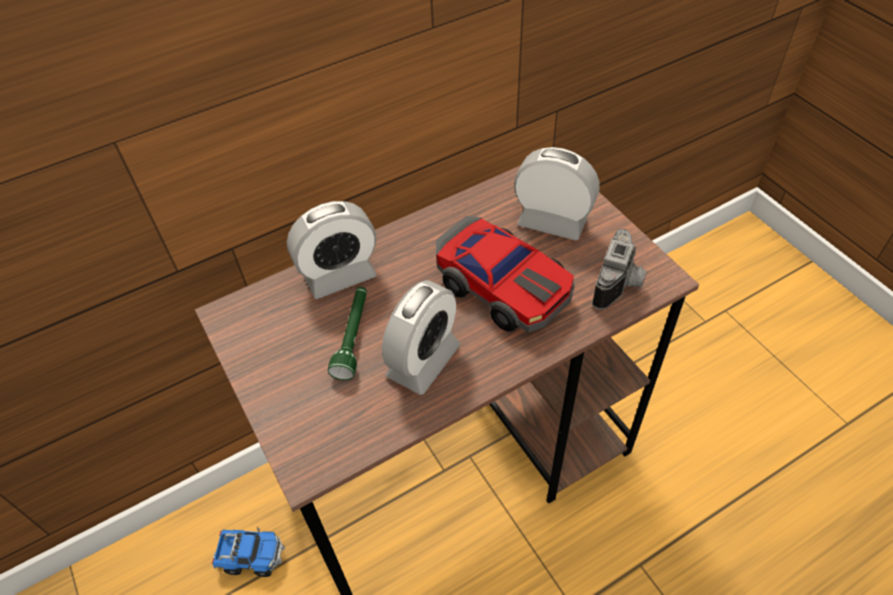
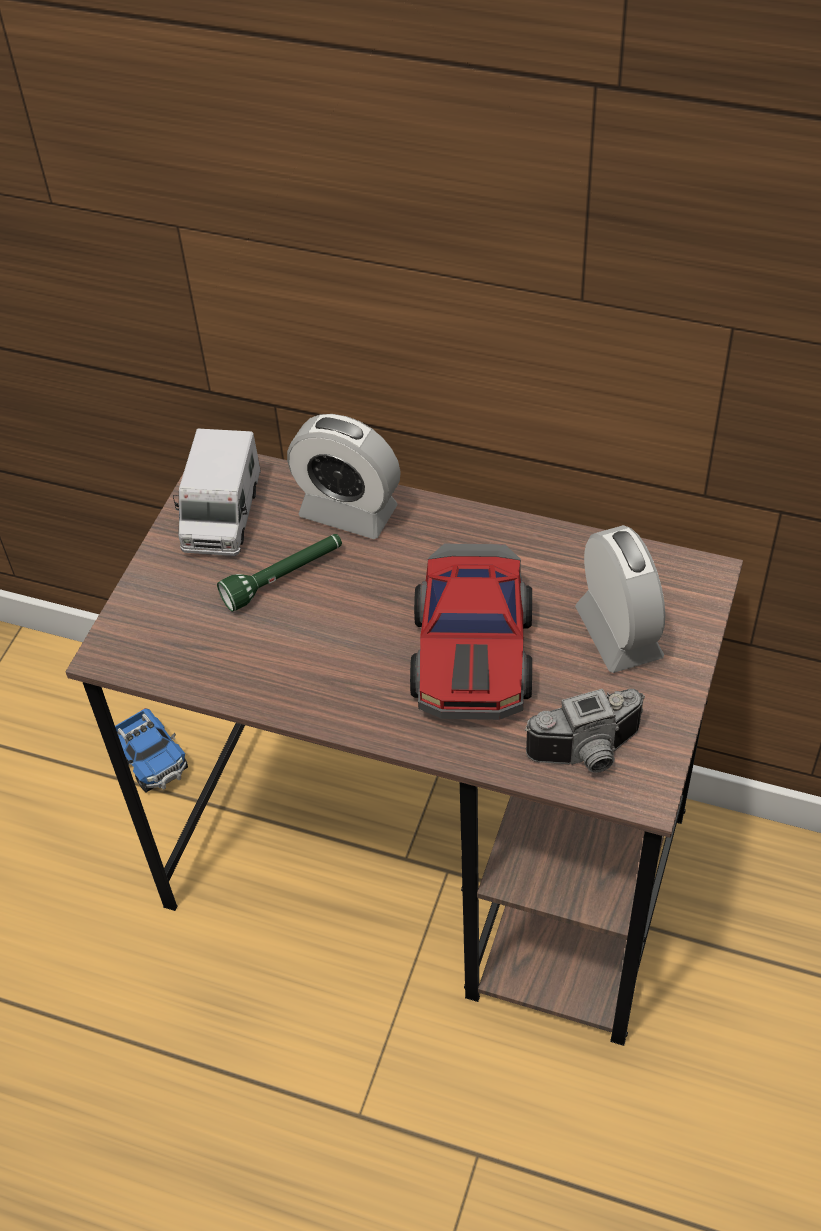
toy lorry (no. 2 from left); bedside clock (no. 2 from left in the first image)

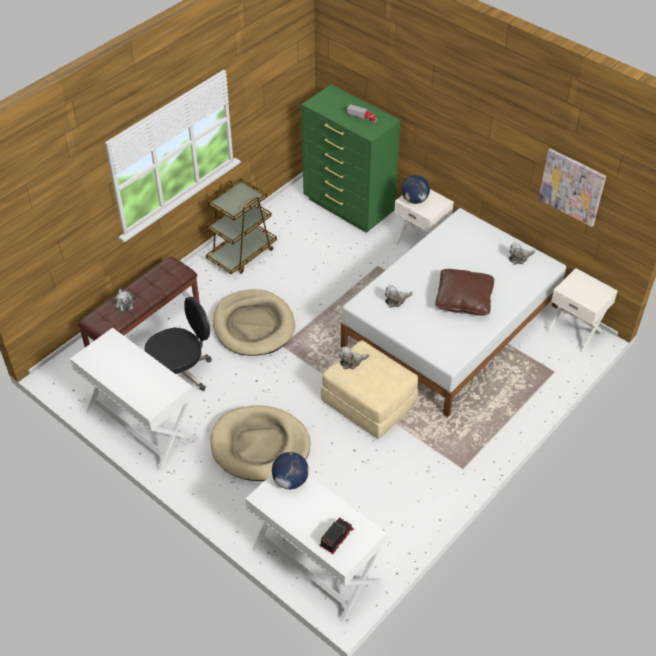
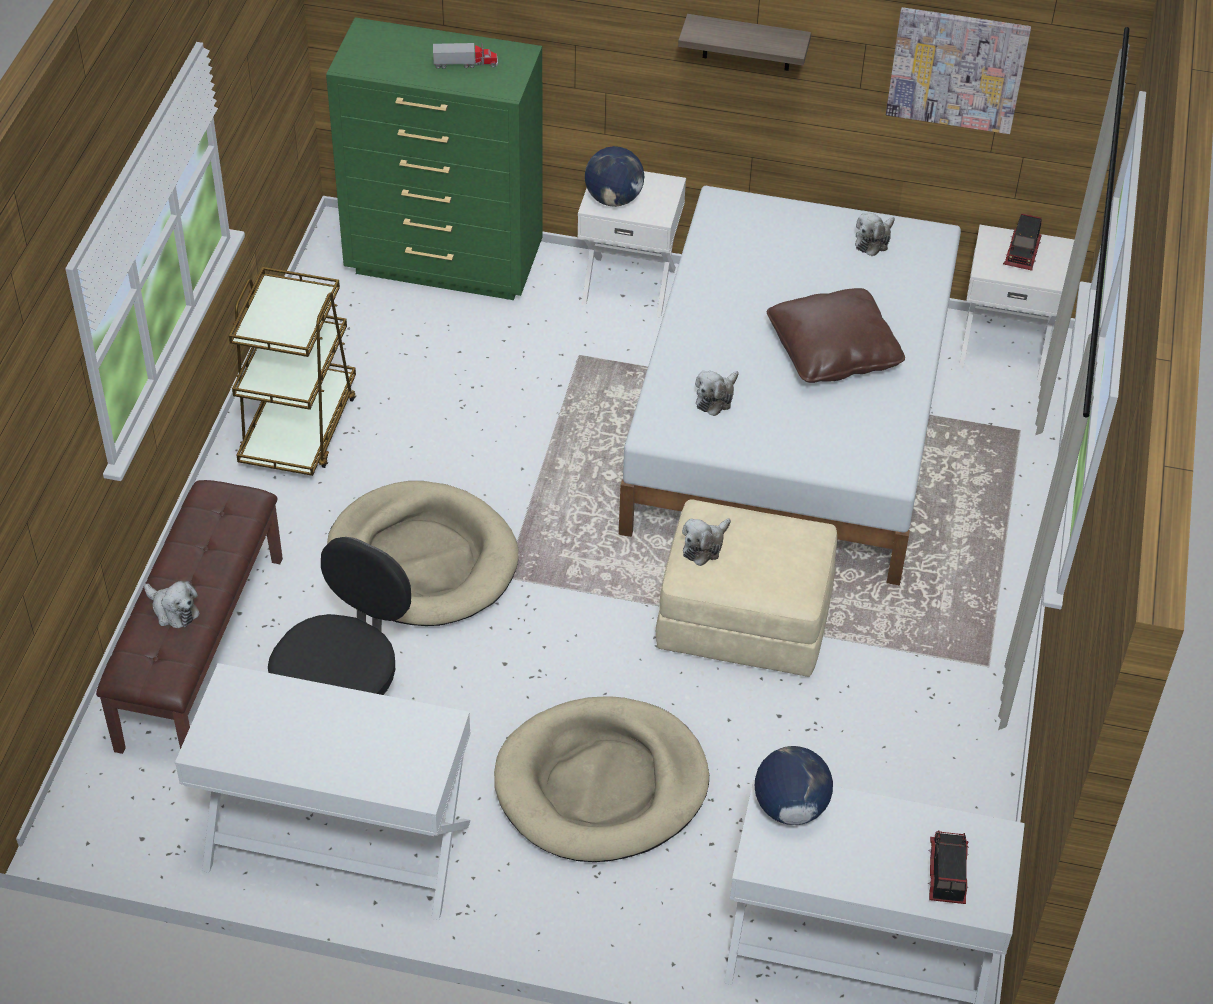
shelf; toy lorry (no. 3 from left)

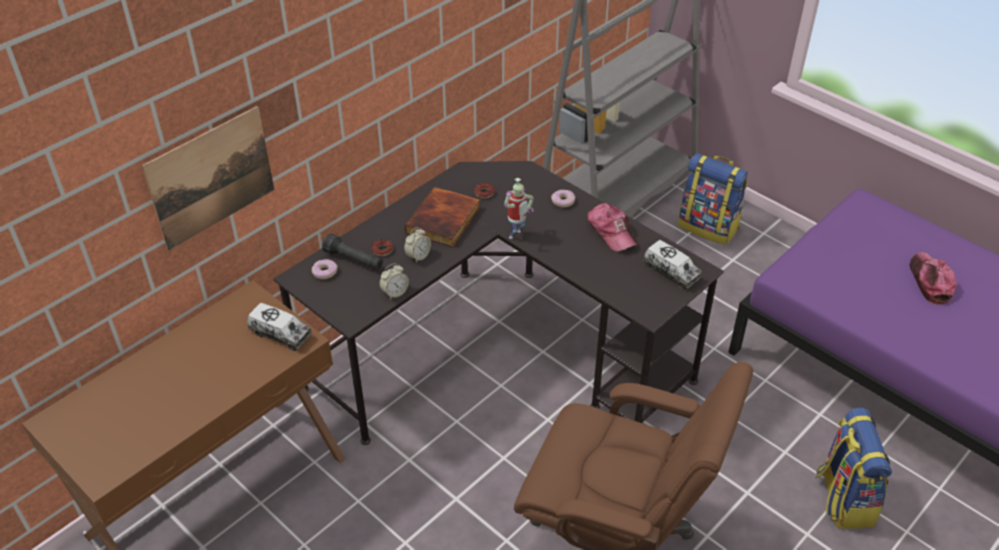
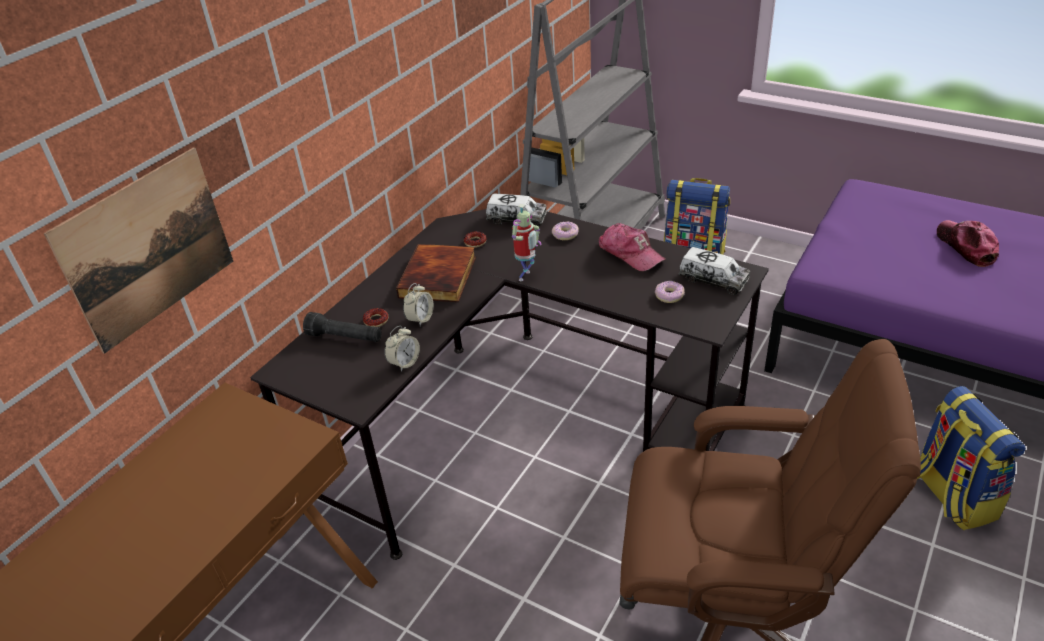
toy lorry (no. 1 from left); donut (no. 4 from left)

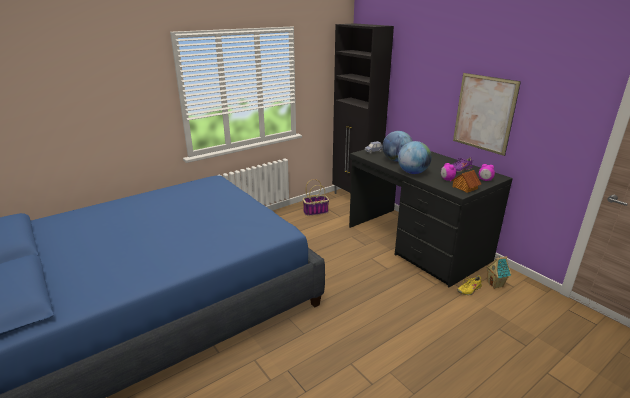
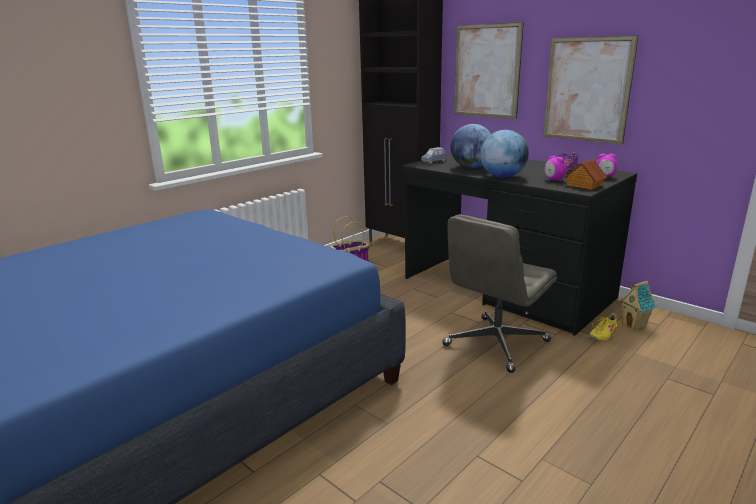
gray office chair; wall art (no. 1 from left)

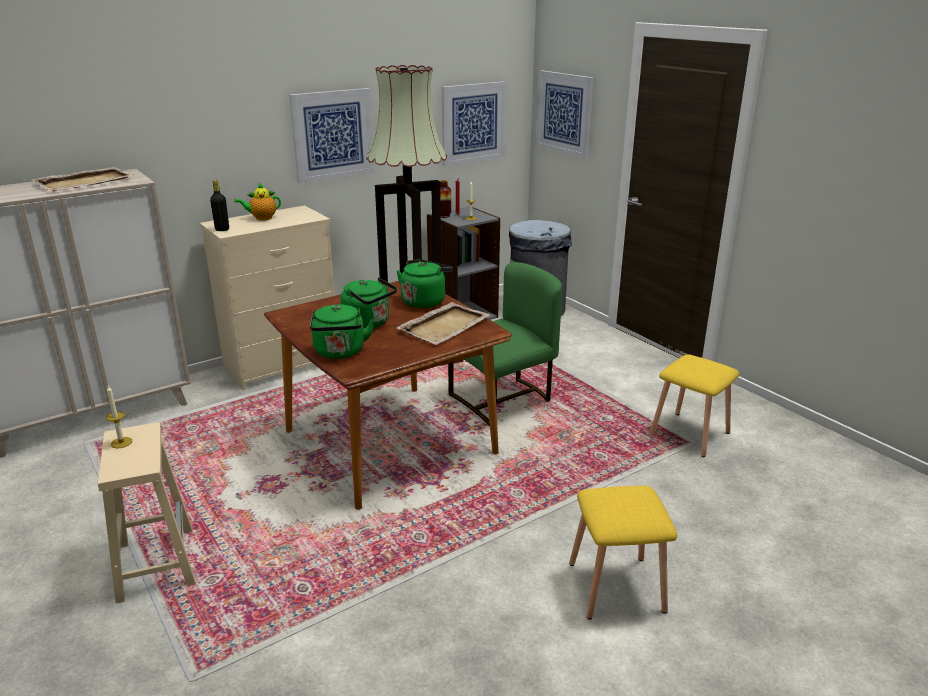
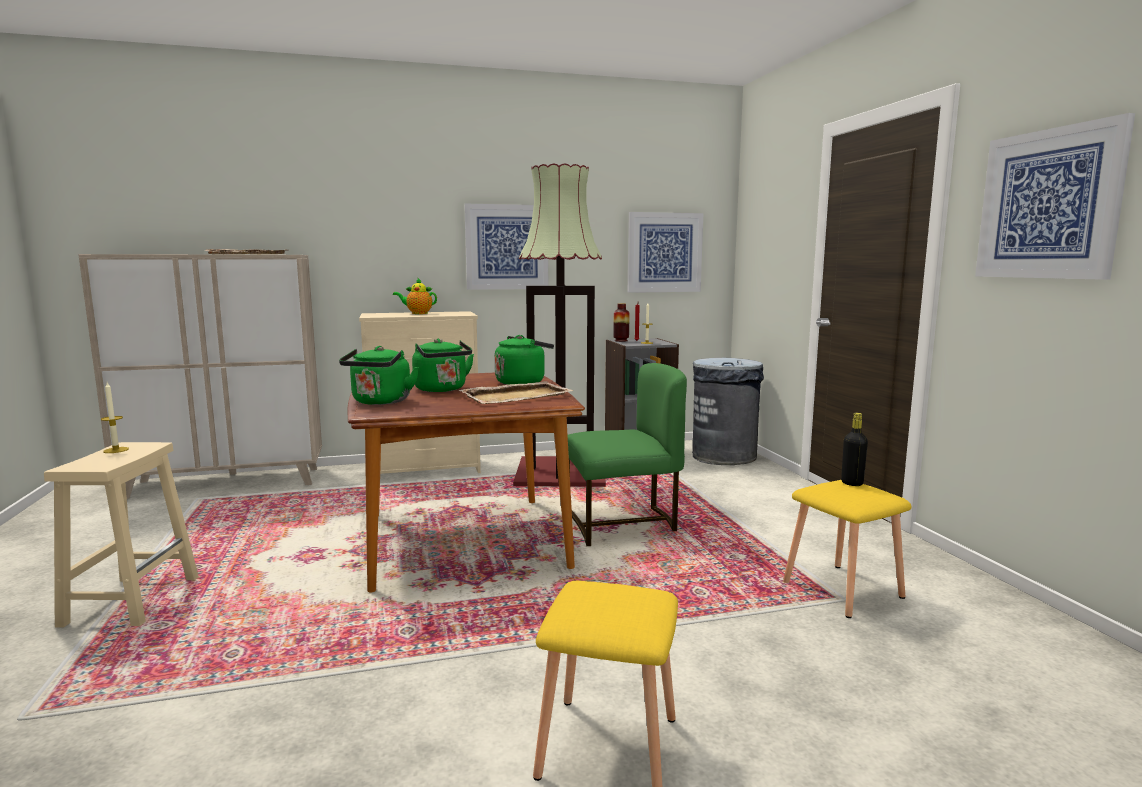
black beverage bottle; wall art (no. 3 from left)

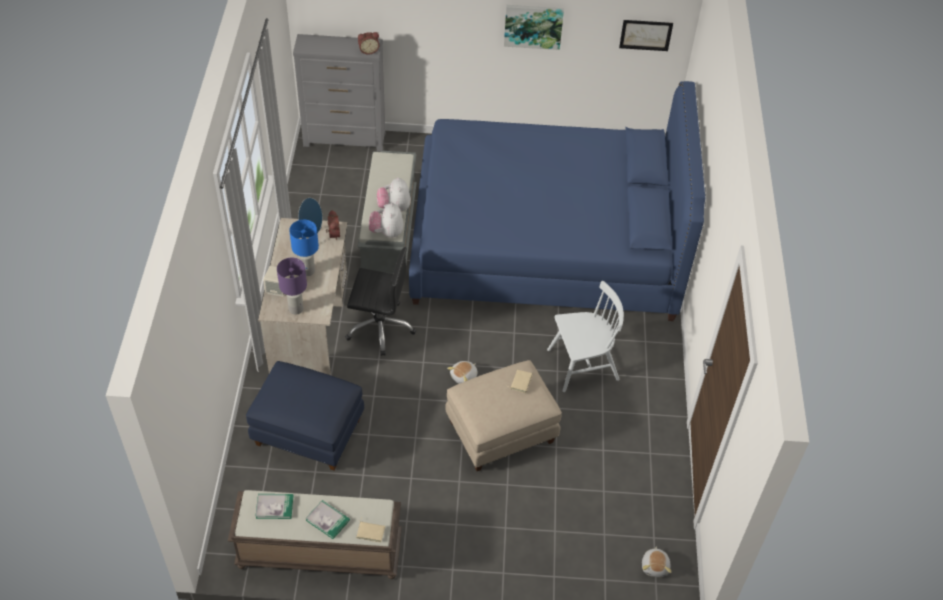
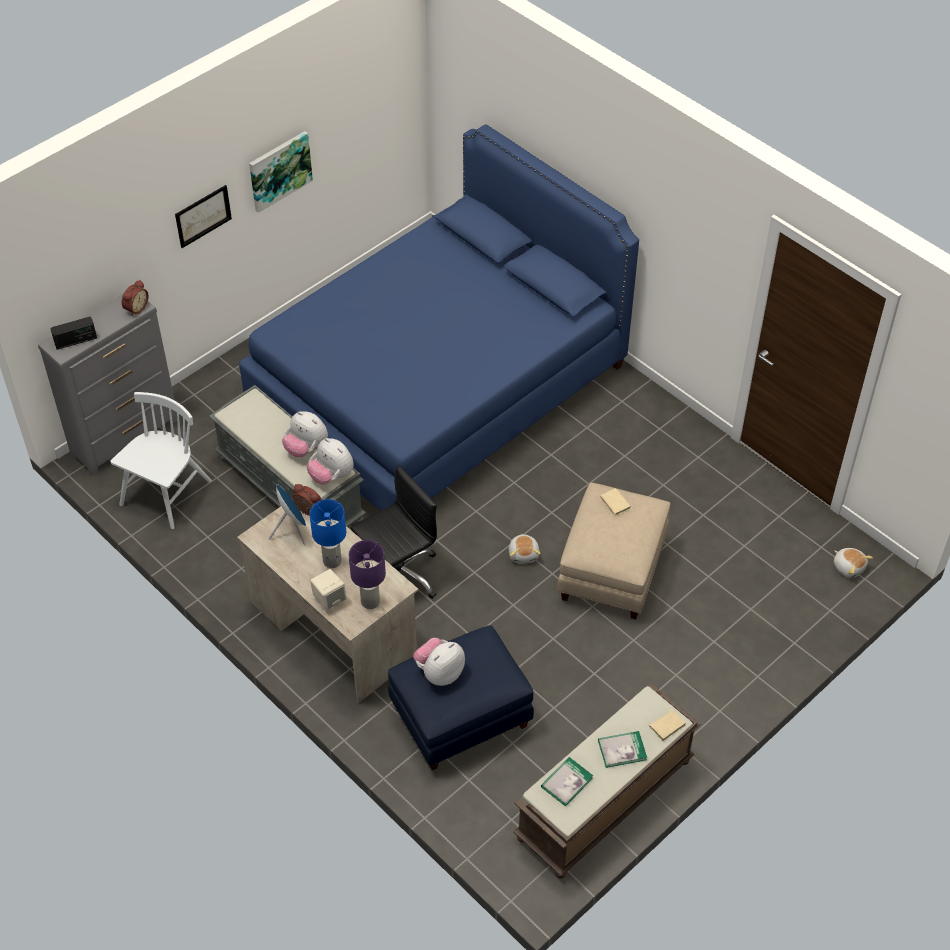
radio set; whitish chair; wall art (no. 1 from left); soft toy (no. 3 from left)

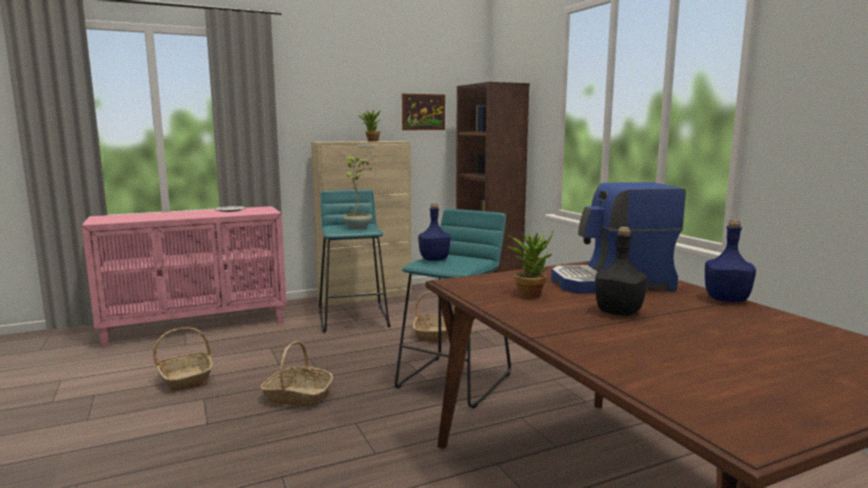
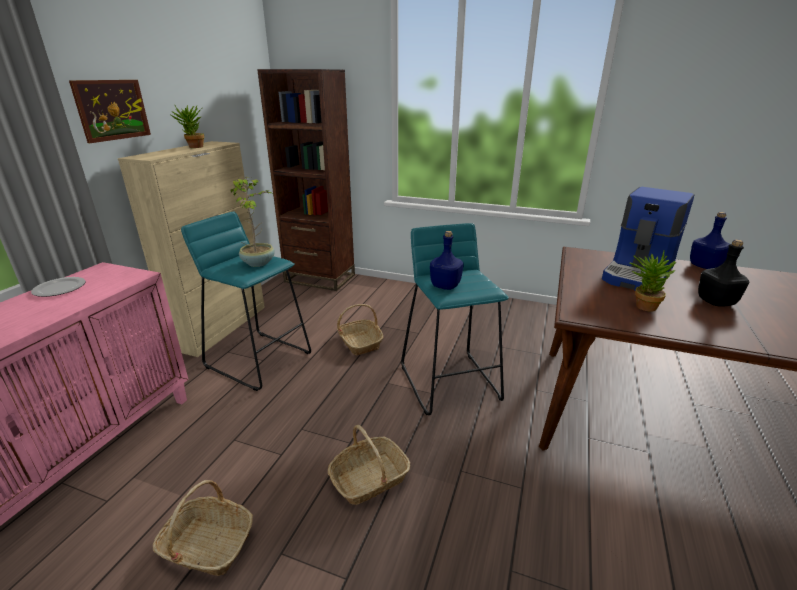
wall art

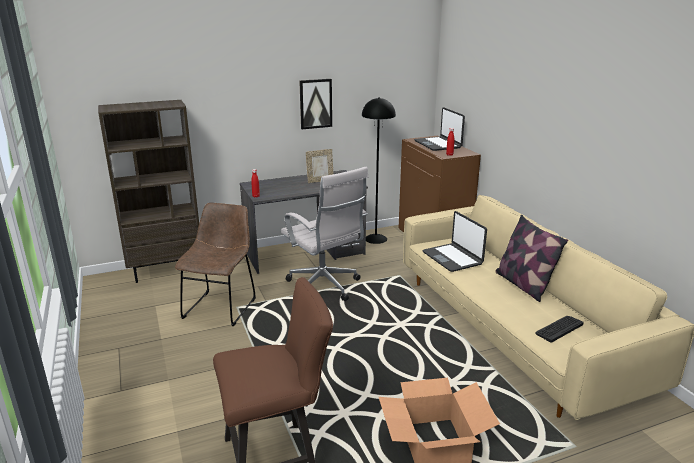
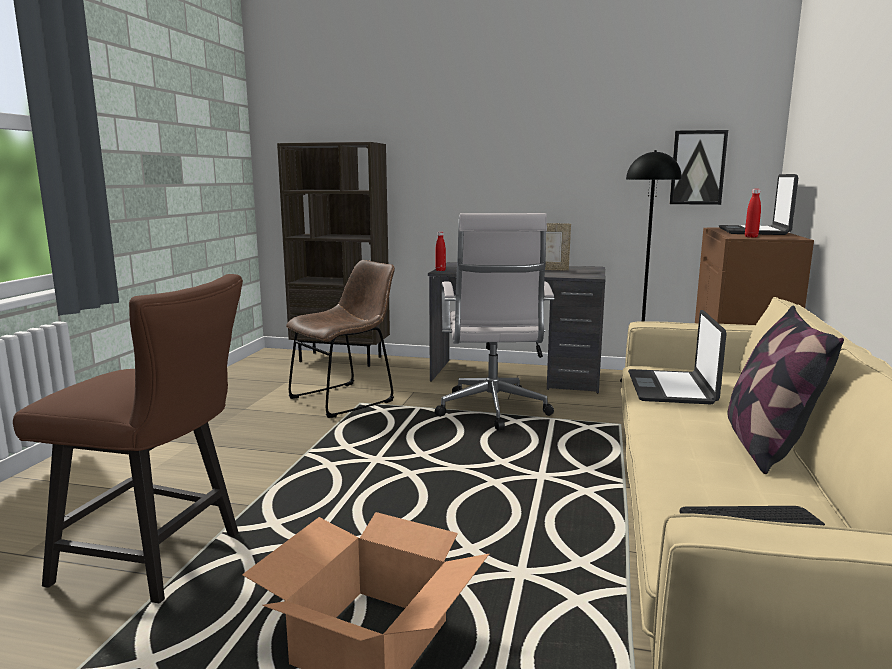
wall art

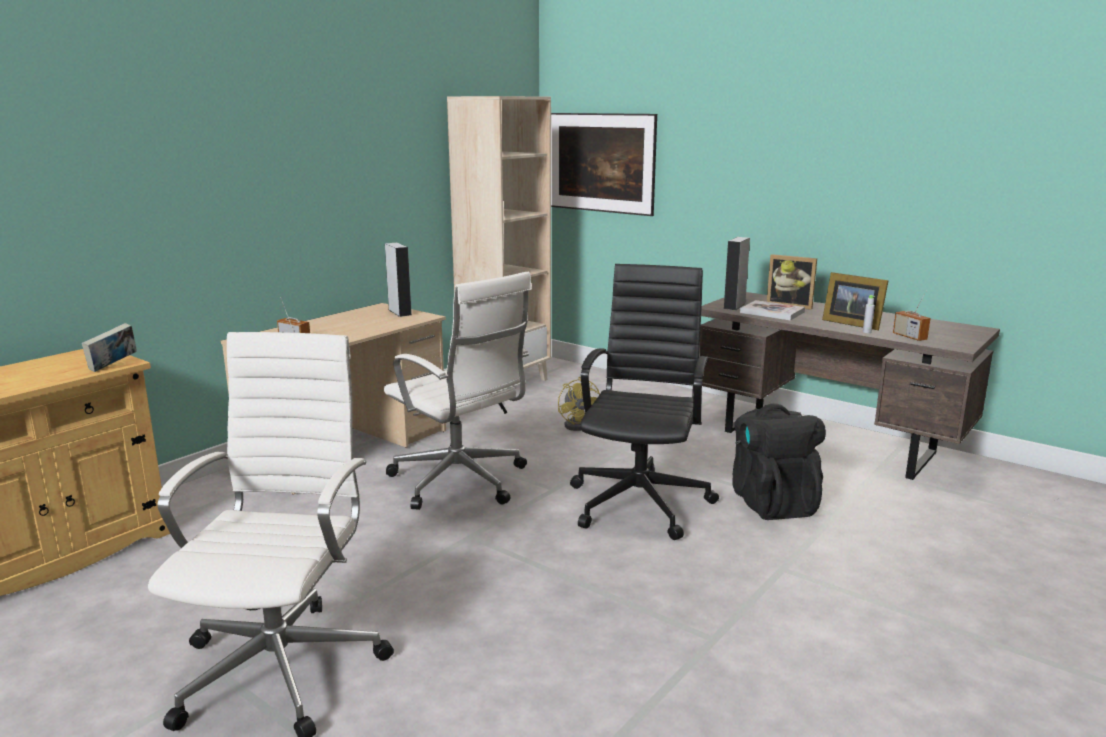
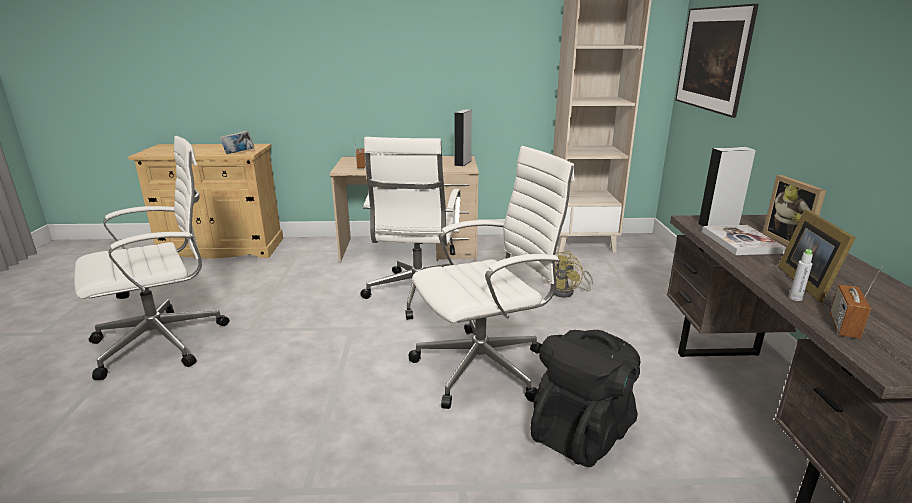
whitish office chair (no. 3 from left)

